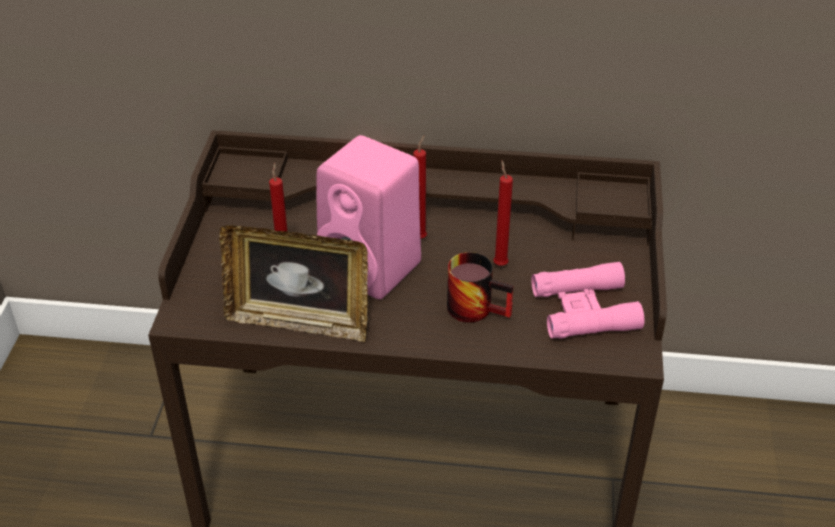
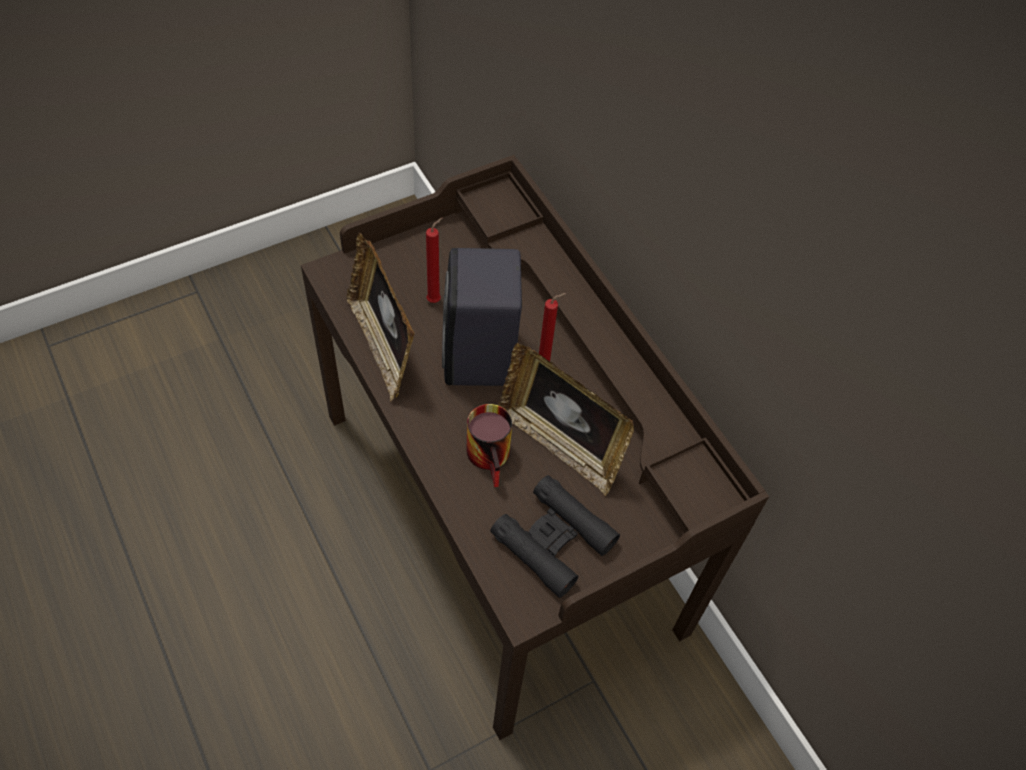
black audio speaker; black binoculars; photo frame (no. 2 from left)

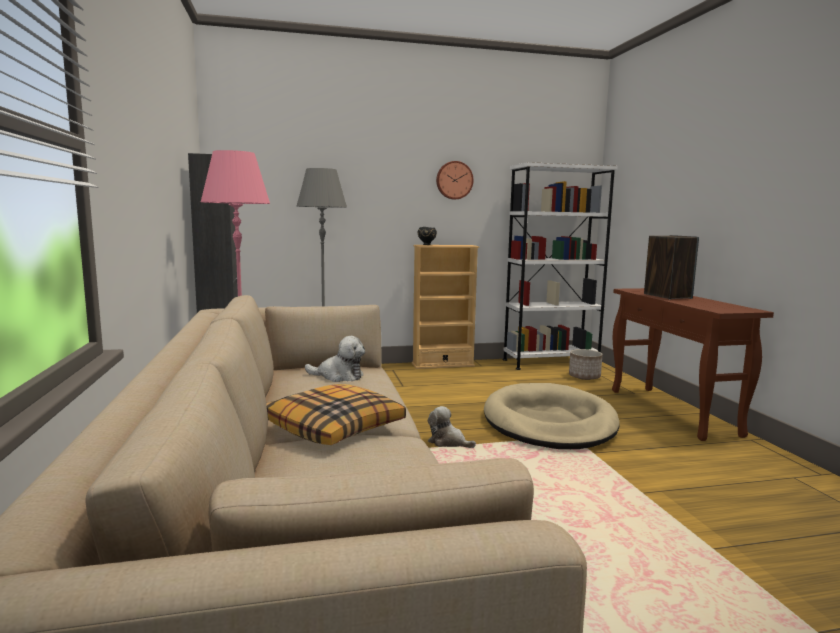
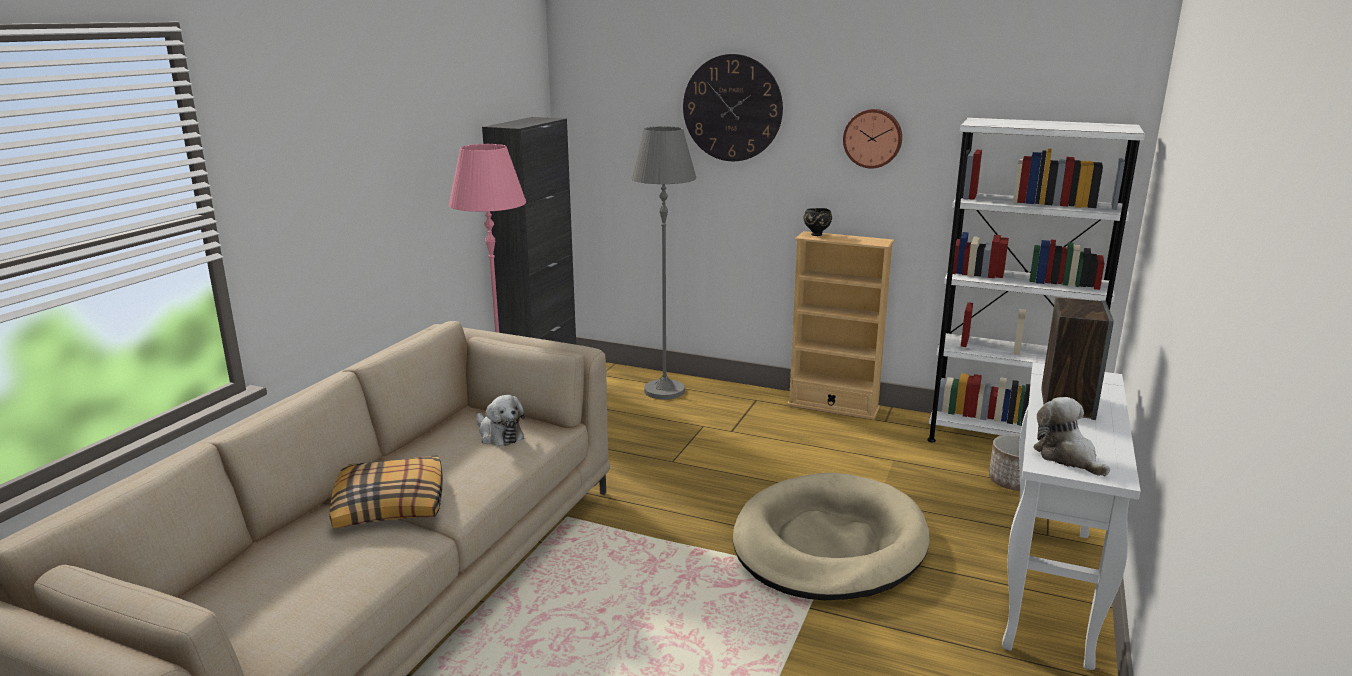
clock on the wall (no. 1 from left); whitish console table; soft toy (no. 2 from left)

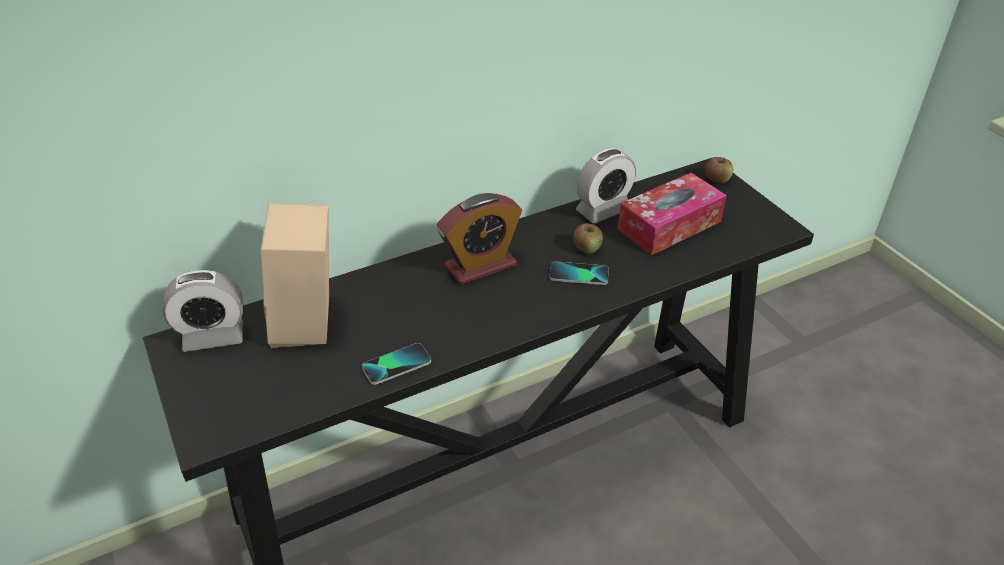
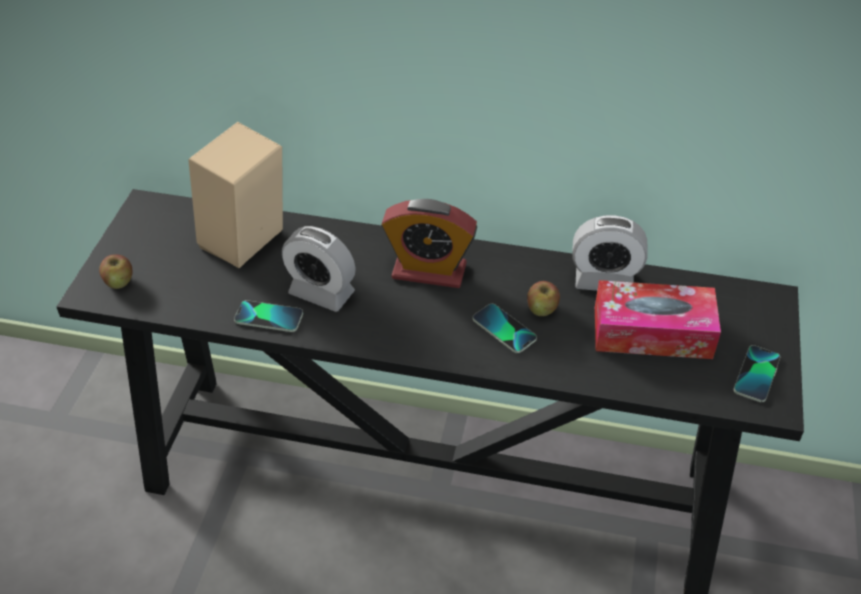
whole apple (no. 1 from left); bedside clock (no. 1 from left); telephone (no. 3 from left)

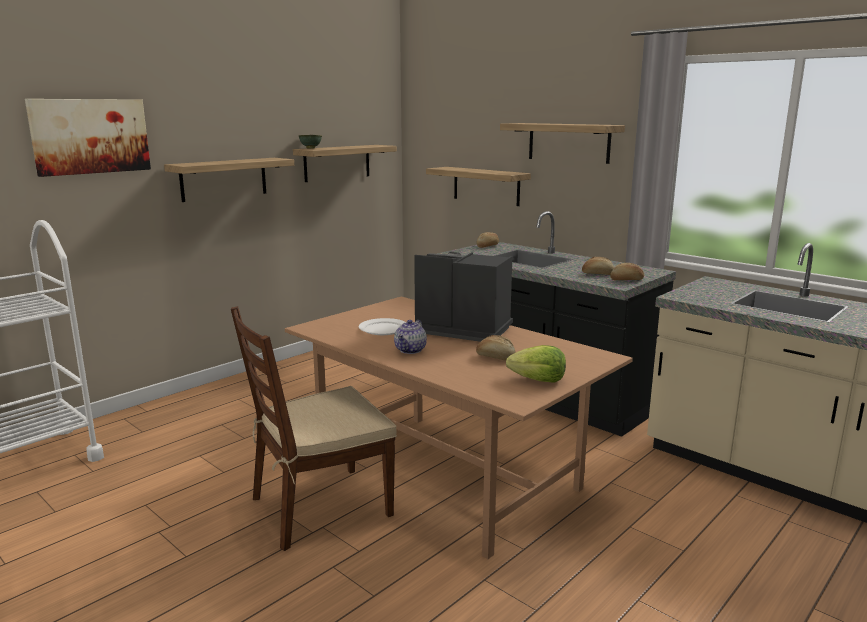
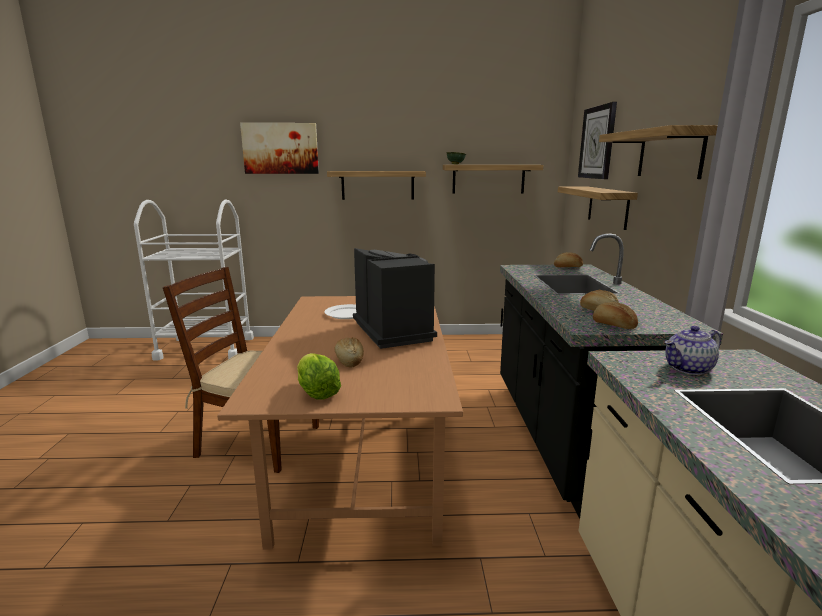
clock on the wall; teapot

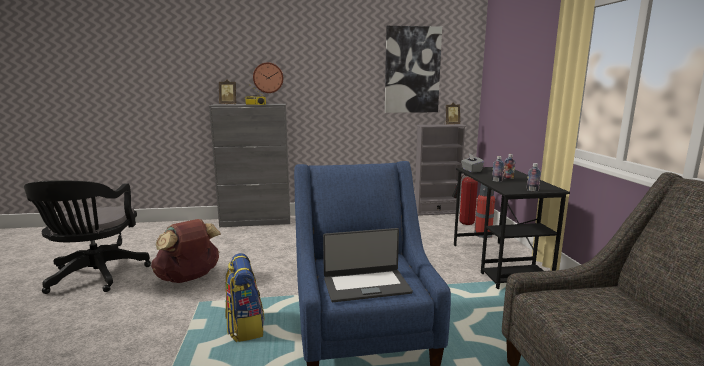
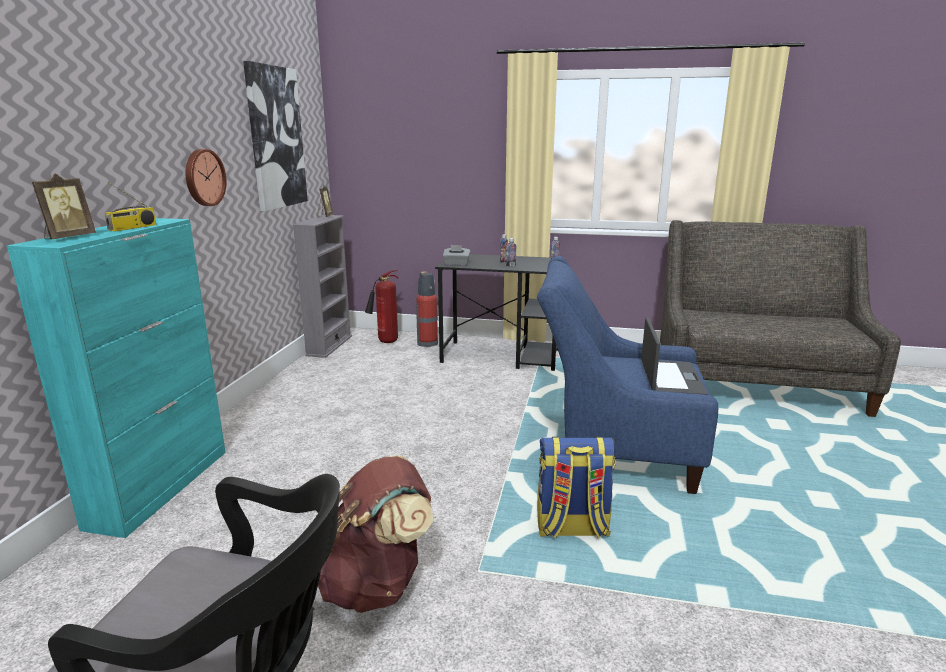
turquoise-coloured storage cabinet; clock on the wall

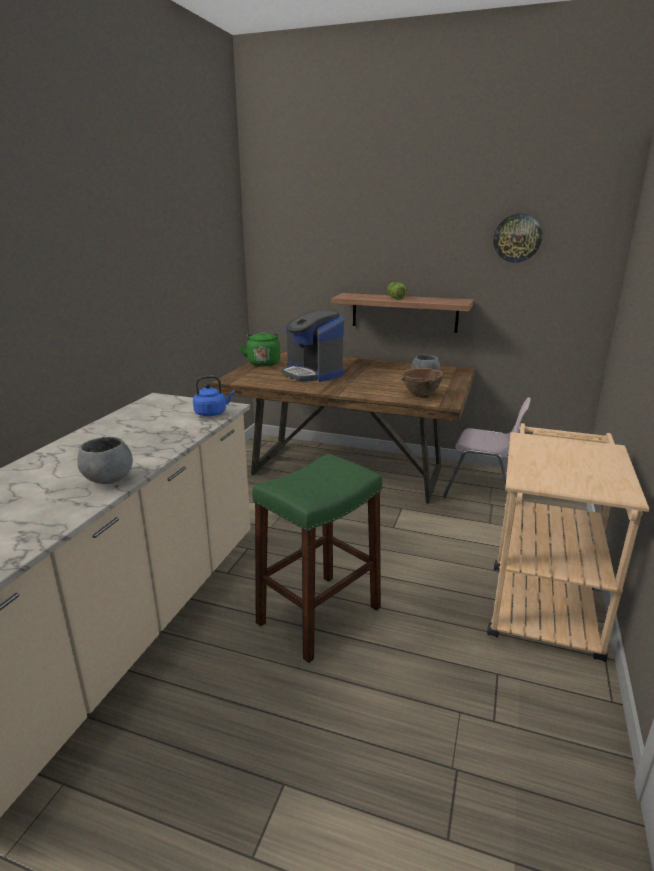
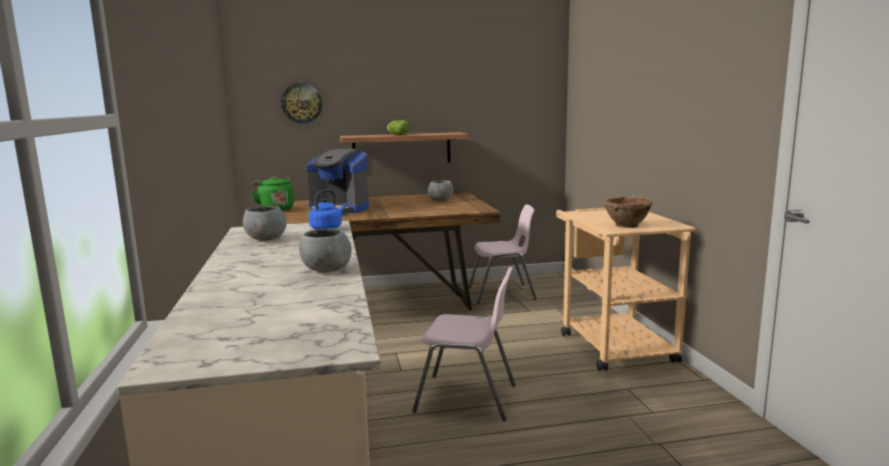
gray deep dish (no. 1 from left); clock on the wall; pinkish chair (no. 1 from left); brownish deep dish

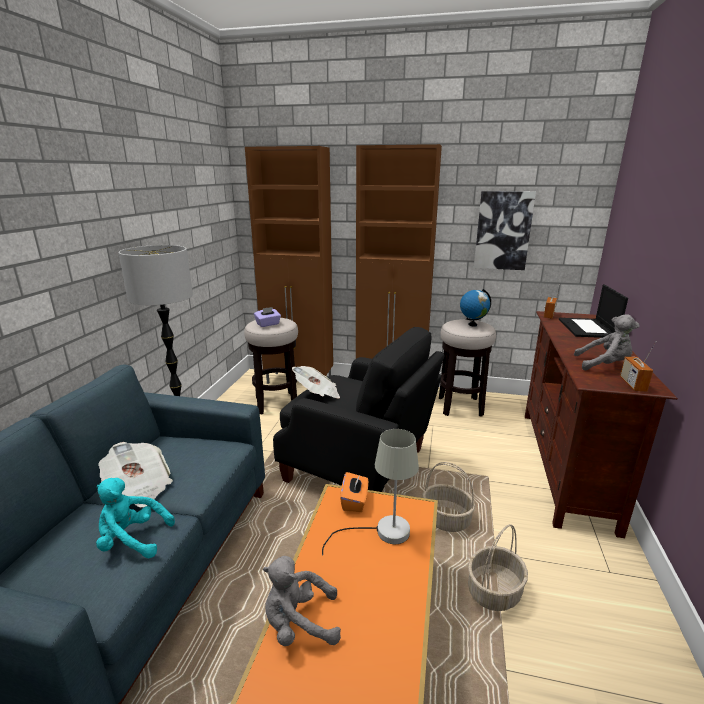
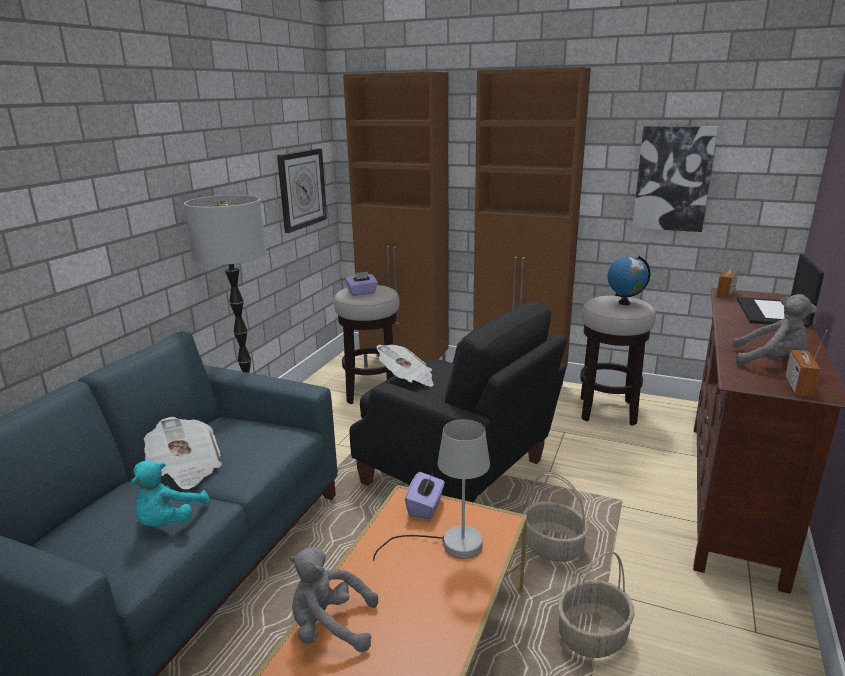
turquoise-coloured soft toy; clock on the wall; purplish box of tissues (no. 2 from left)

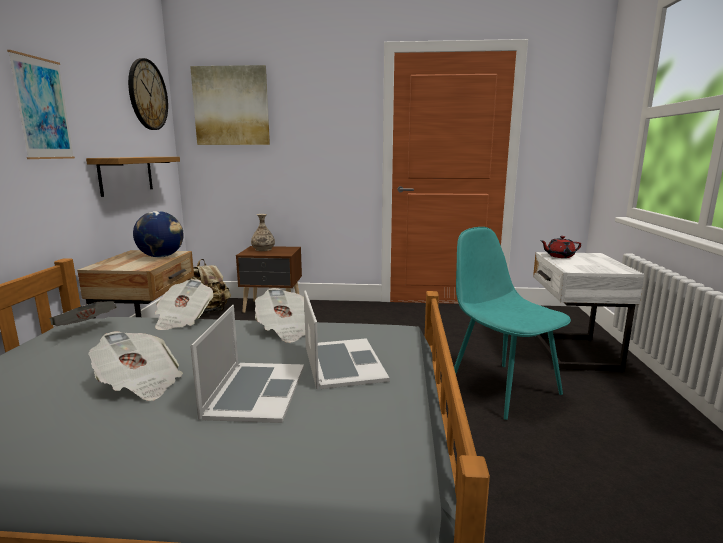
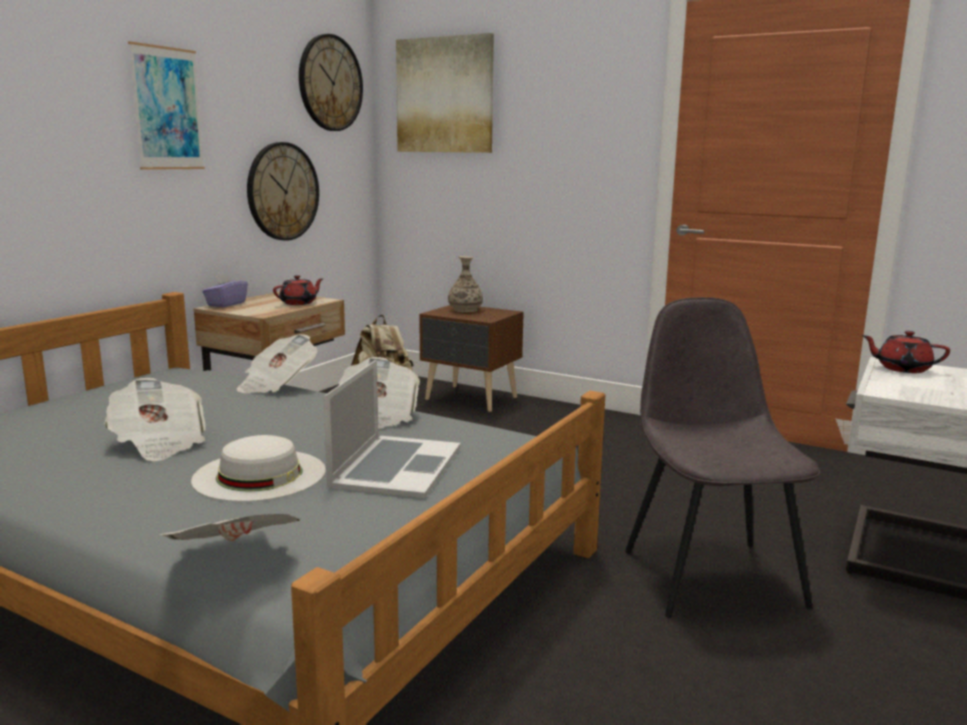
daily paper (no. 2 from left); whitish hat; purplish box of tissues; clock on the wall (no. 1 from left); reddish teapot (no. 1 from left); gray chair

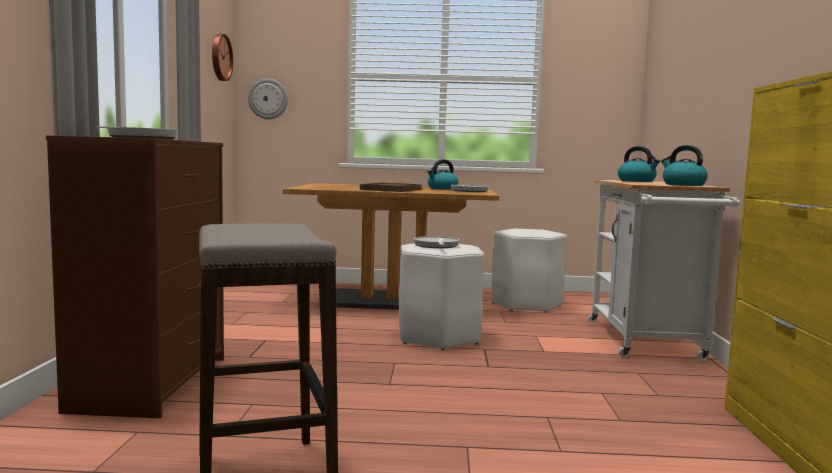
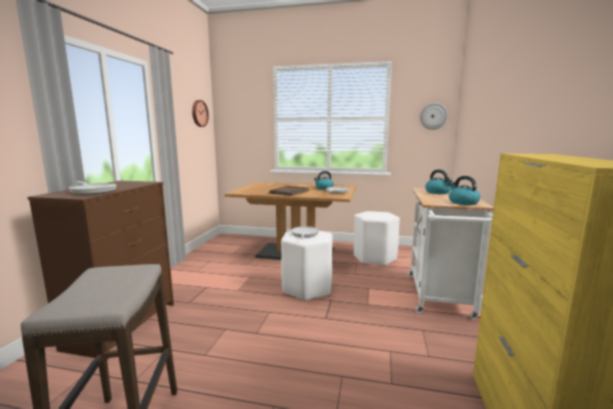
clock on the wall (no. 2 from left)

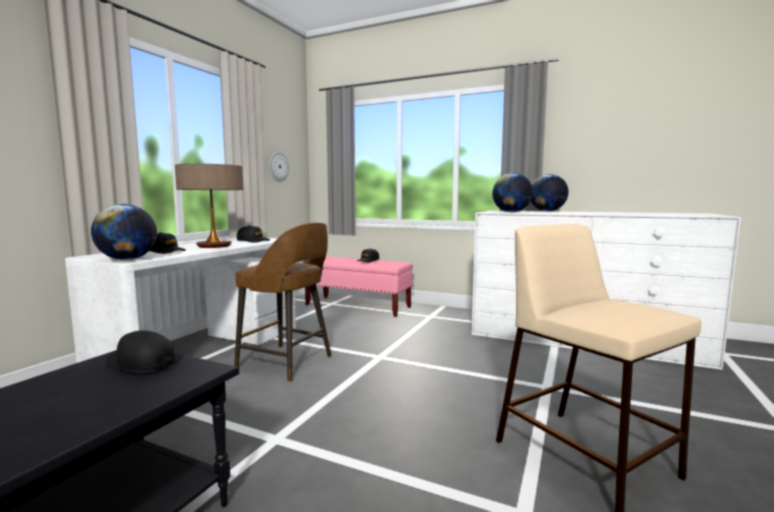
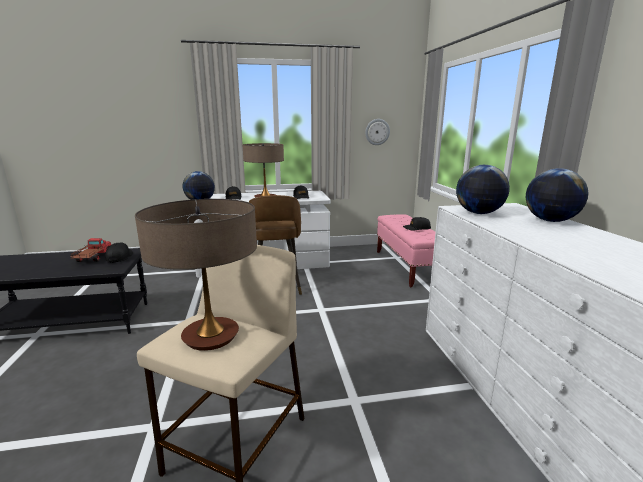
toy lorry; lamp for a table (no. 1 from left)

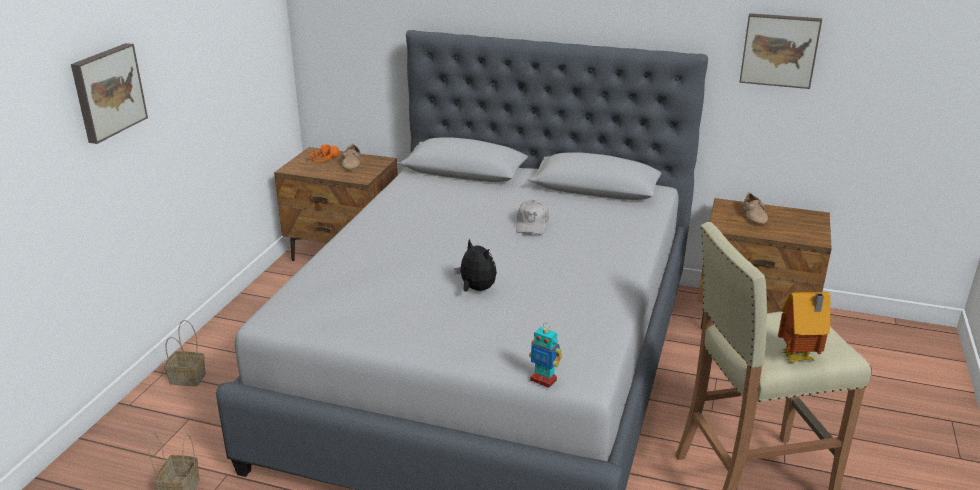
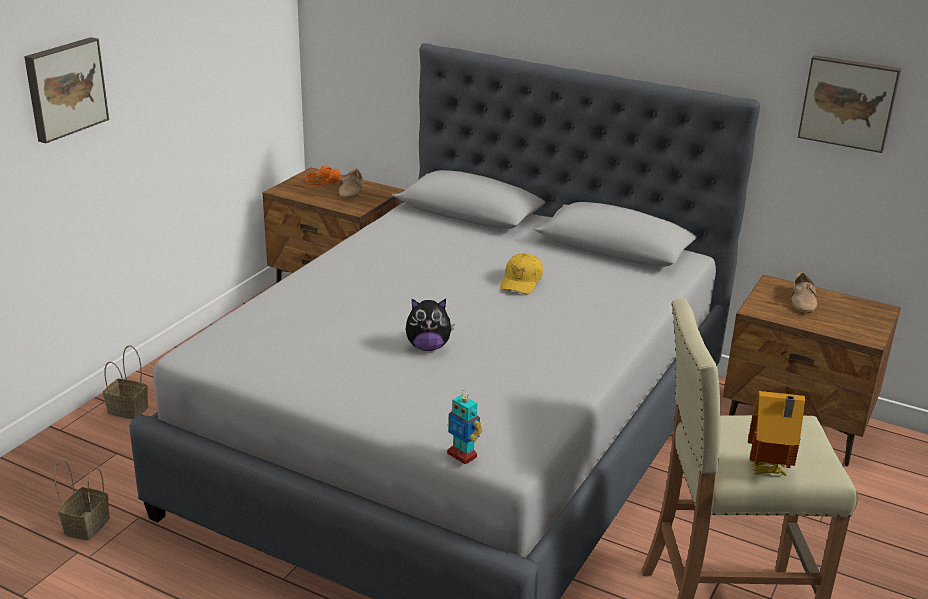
soft toy; yellowish peaked cap

